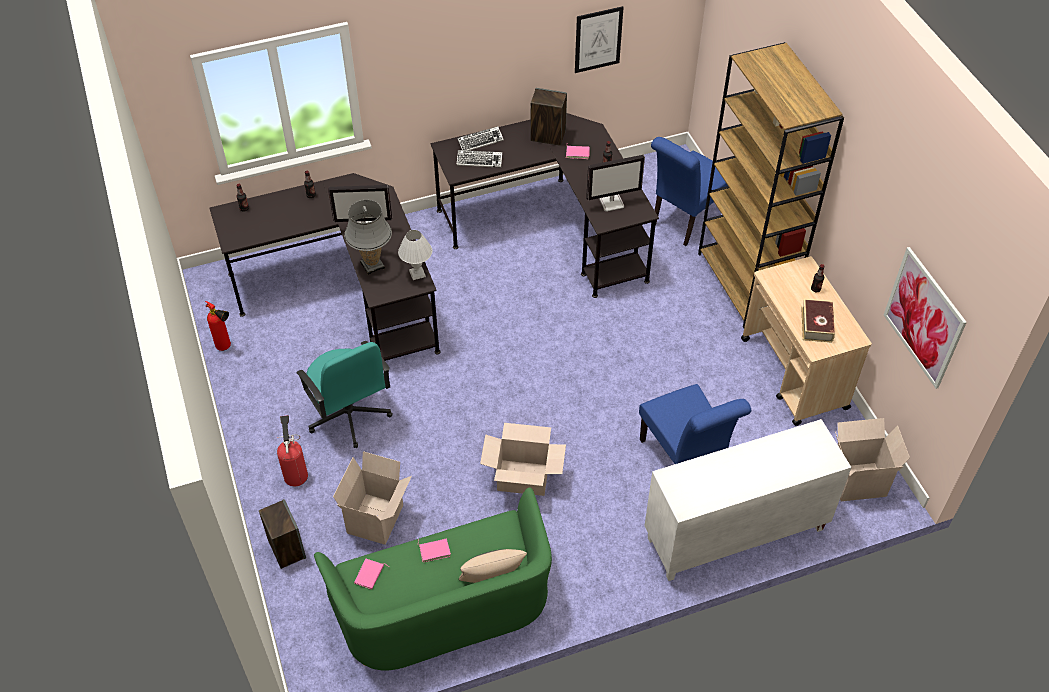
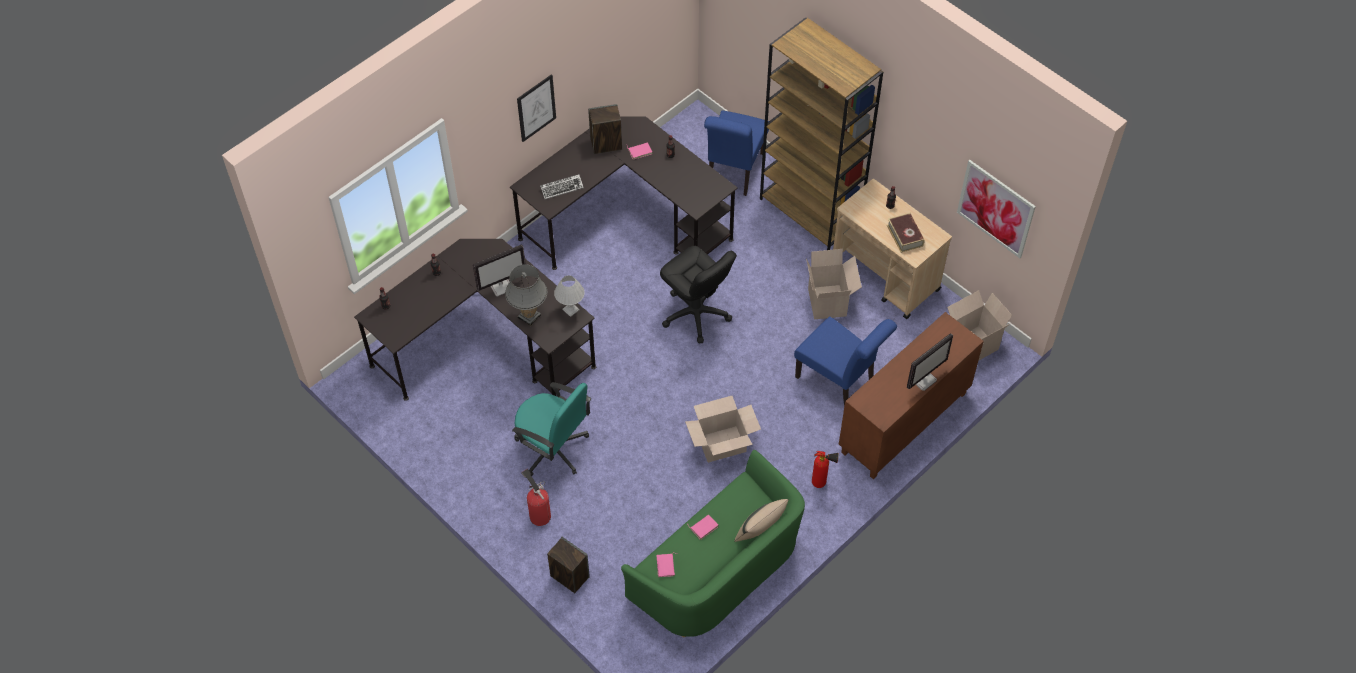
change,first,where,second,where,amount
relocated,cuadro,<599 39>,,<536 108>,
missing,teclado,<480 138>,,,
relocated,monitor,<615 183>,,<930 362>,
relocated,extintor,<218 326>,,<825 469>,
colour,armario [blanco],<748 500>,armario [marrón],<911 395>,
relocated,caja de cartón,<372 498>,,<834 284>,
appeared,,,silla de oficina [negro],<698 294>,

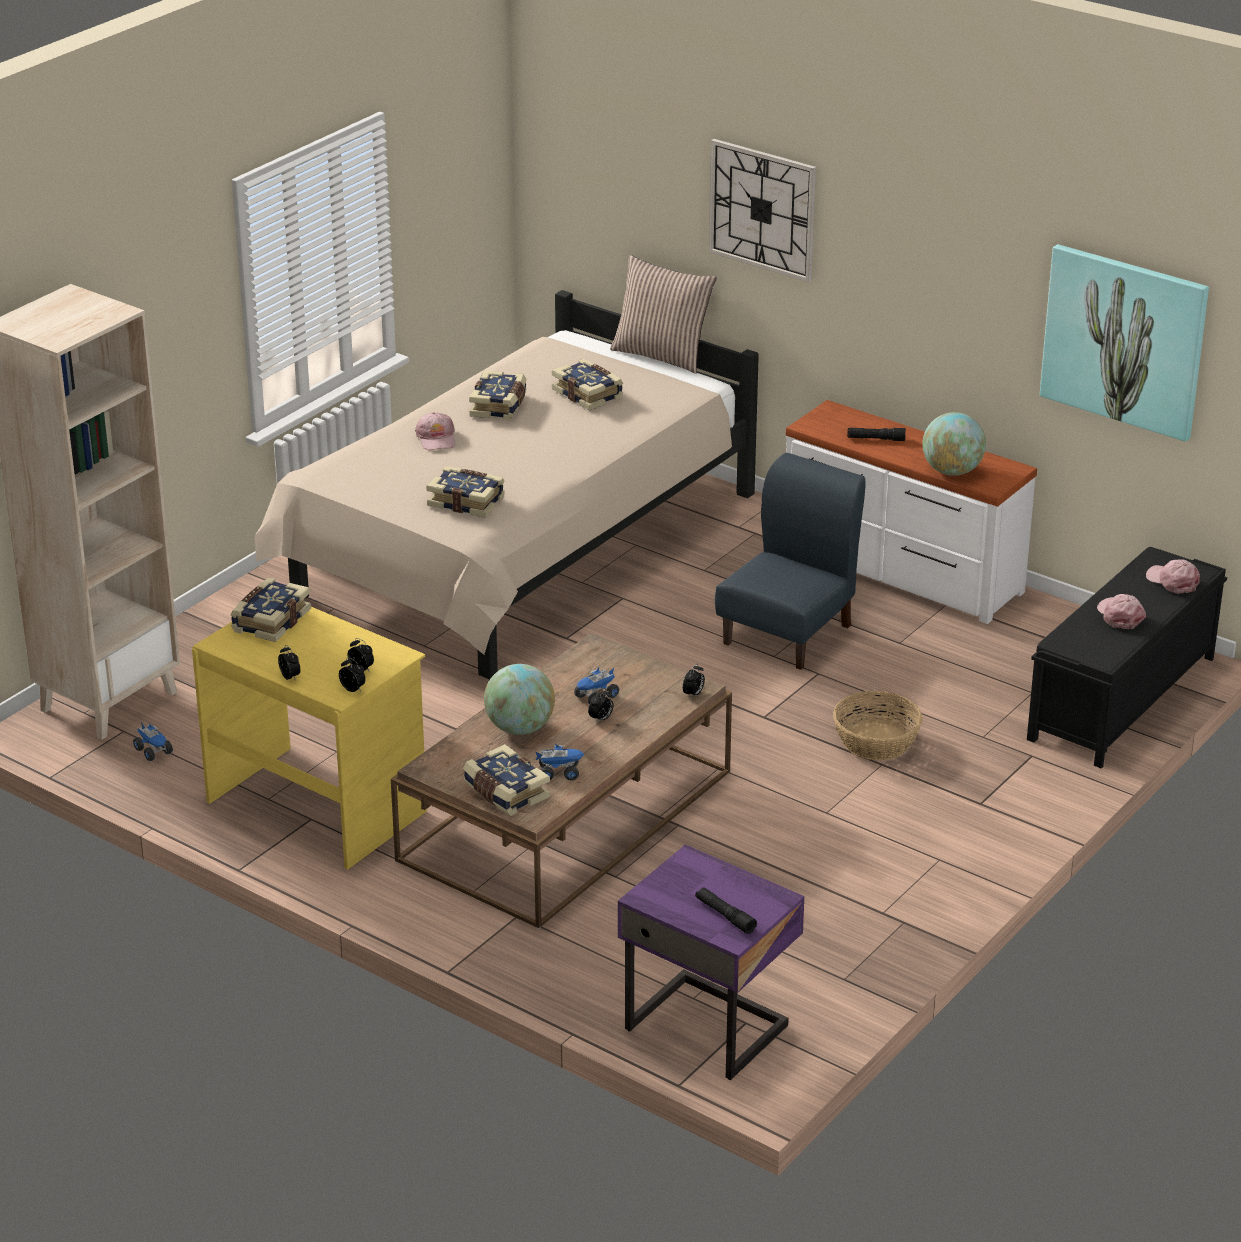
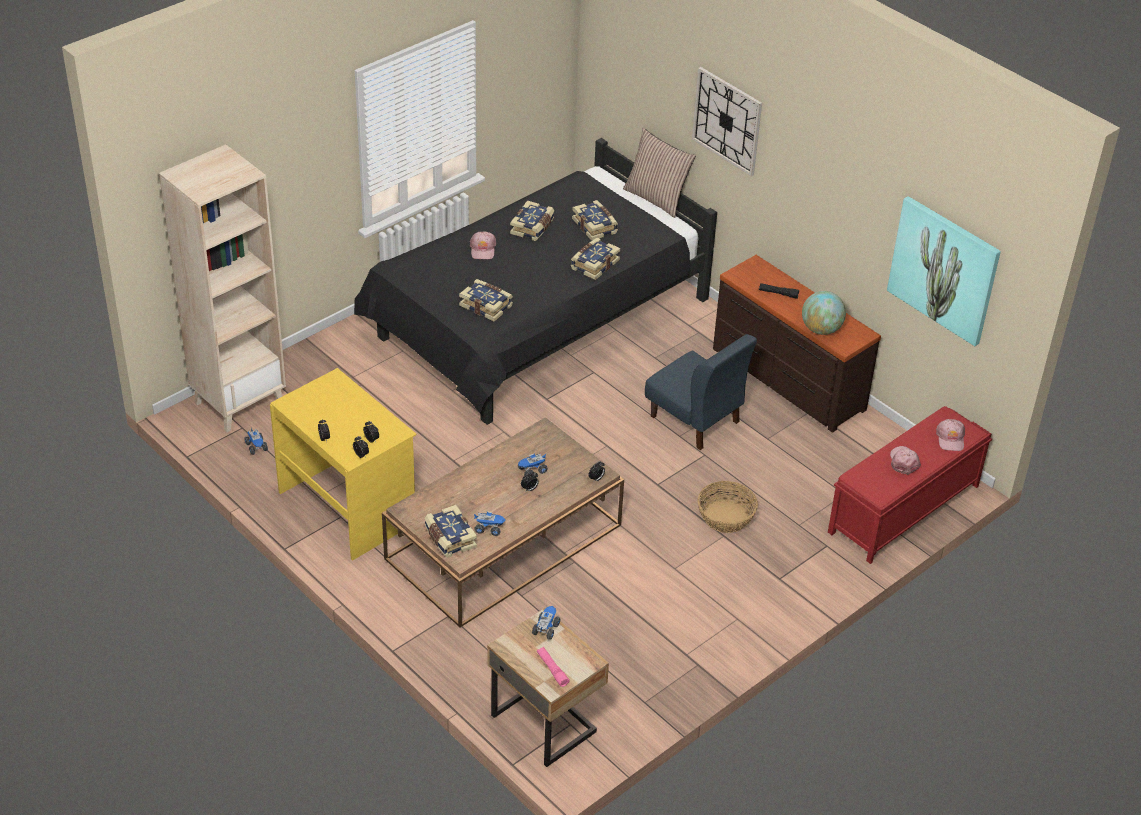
change,first,where,second,where,amount
colour,cama [beis],<507 484>,cama [negro],<535 281>,
colour,cómoda [blanco],<911 512>,cómoda [marrón],<797 344>,
spun,silla [azul],<790 561>,,<701 392>,90 degrees clockwise
colour,banco [negro],<1127 657>,banco [rojo],<910 485>,
spun,gorra [rosa],<1173 577>,,<950 435>,150 degrees counterclockwise
relocated,libro,<270 610>,,<595 259>,
missing,globo terráqueo,<519 699>,,,
colour,mesita de noche [morado],<711 962>,mesita de noche [beis],<548 687>,
colour,linterna [negro],<726 910>,linterna [rosa],<553 667>,
appeared,,,camión de juguete,<546 623>,

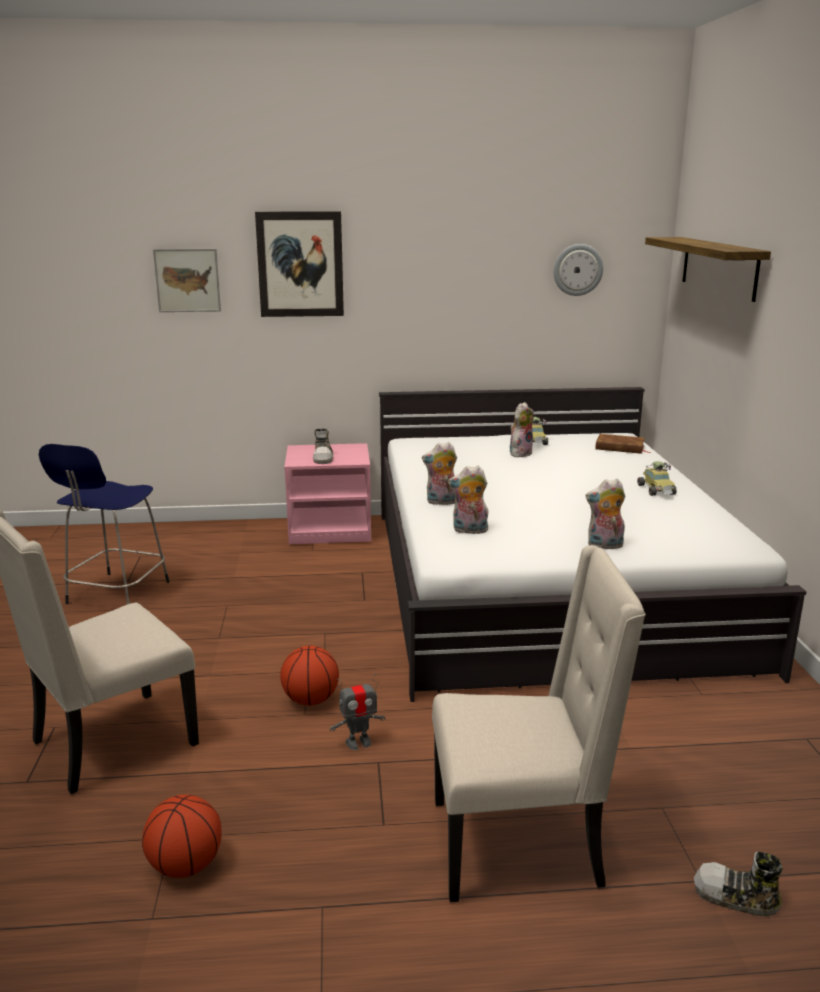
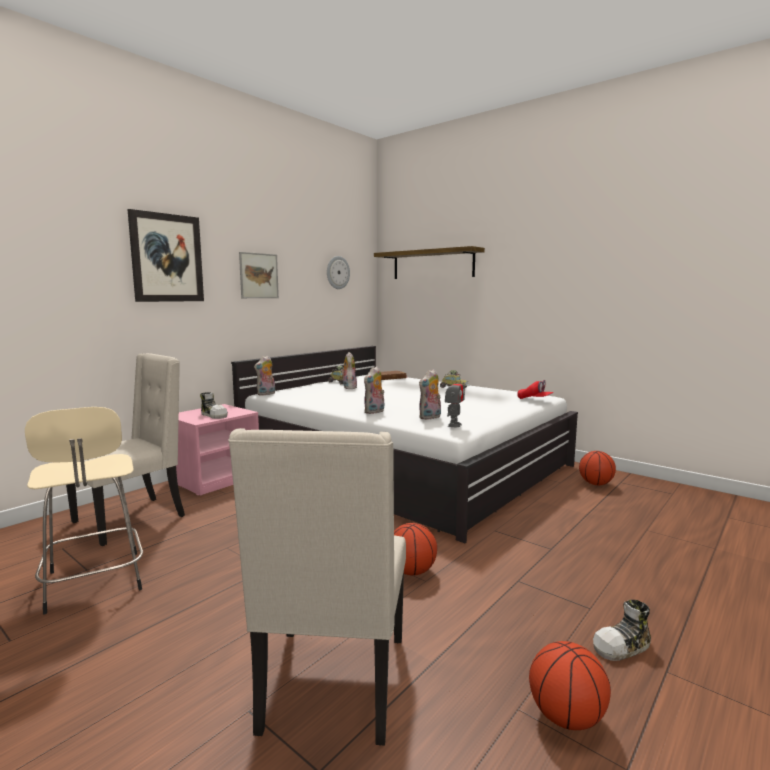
change,first,where,second,where,amount
relocated,cuadro,<187 280>,,<259 275>,
colour,taburete [azul],<104 524>,taburete [beis],<84 510>,
relocated,peluche,<605 514>,,<264 375>,
relocated,silla [beis],<539 723>,,<125 449>,
relocated,robot de juguete,<358 711>,,<455 402>,
relocated,zapato,<738 884>,,<622 630>,
appeared,,,gorra [rojo],<535 389>,
appeared,,,balón de baloncesto,<597 468>,

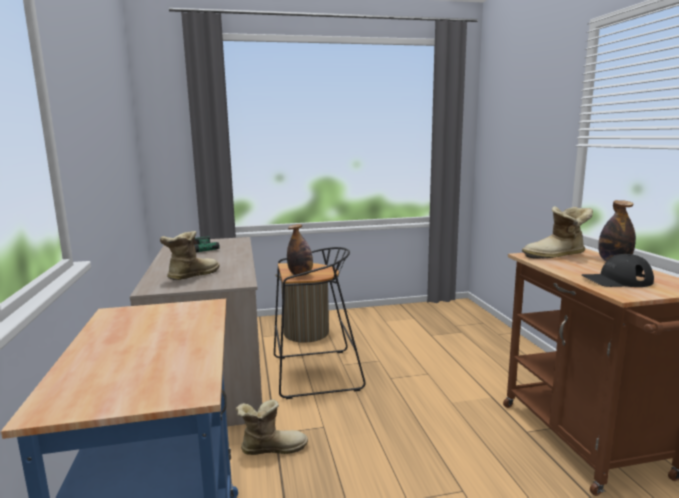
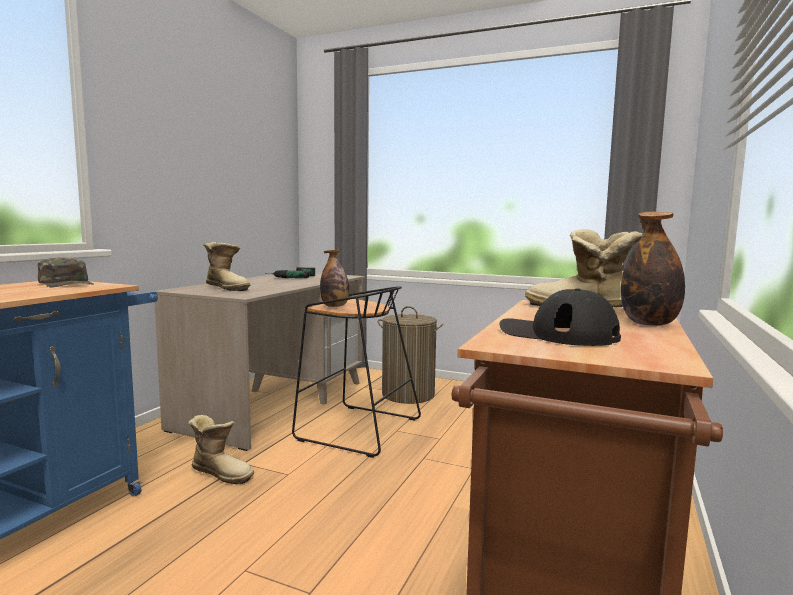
change,first,where,second,where,amount
spun,bota,<190 255>,,<226 266>,60 degrees clockwise
appeared,,,gorra [verde],<66 272>,

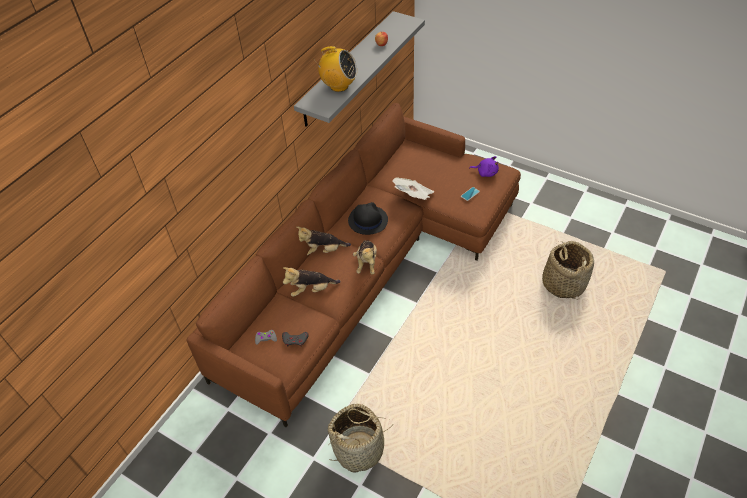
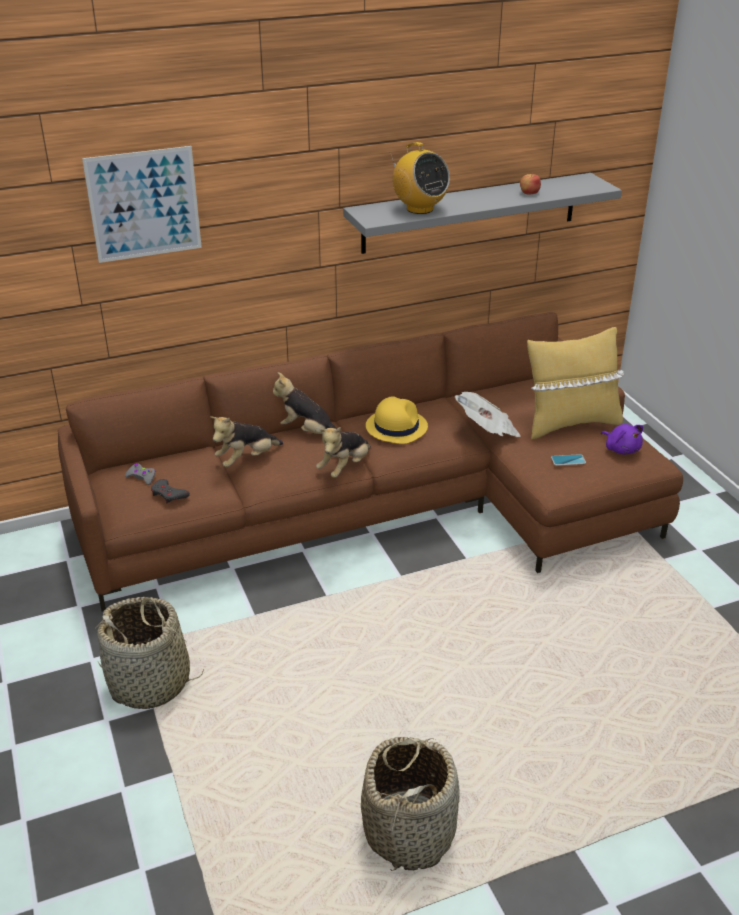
change,first,where,second,where,amount
colour,sombrero [negro],<368 218>,sombrero [amarillo],<397 420>,
relocated,cesta,<568 270>,,<410 804>,
spun,peluche,<312 282>,,<246 441>,60 degrees counterclockwise
appeared,,,cuadro,<142 204>,
appeared,,,cojín [amarillo],<575 383>,

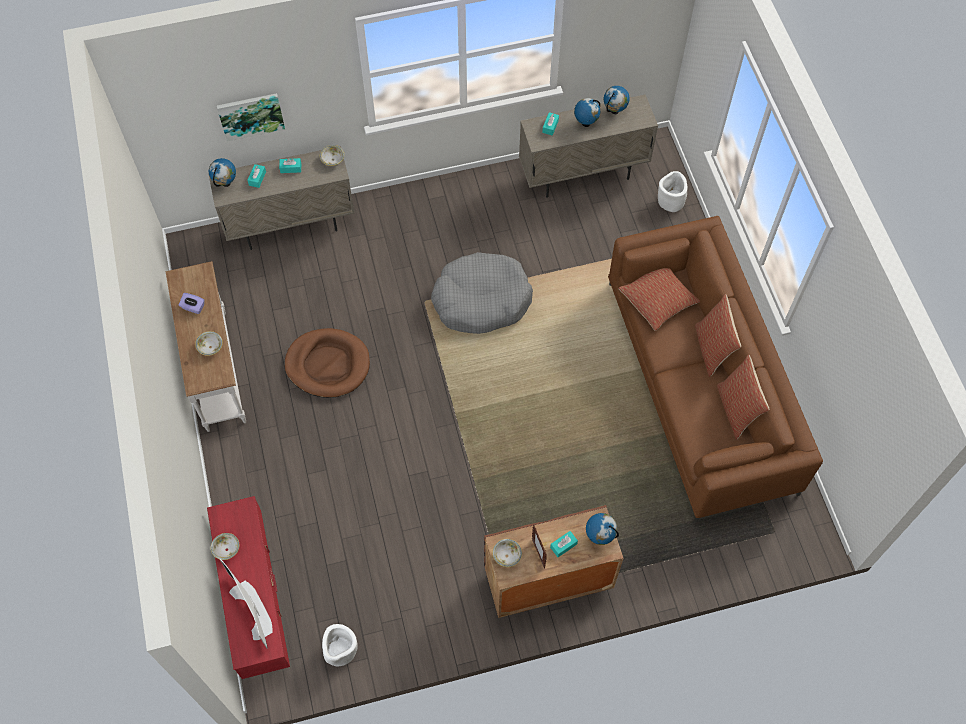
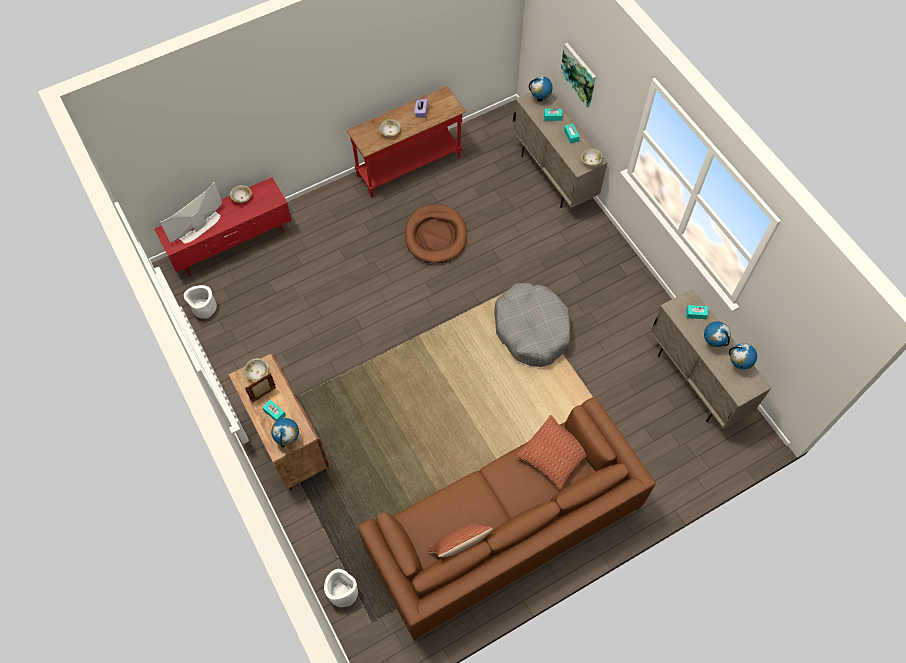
change,first,where,second,where,amount
relocated,maceta [blanco],<673 191>,,<341 588>,
colour,mesa consola [blanco],<206 346>,mesa consola [rojo],<406 142>,
missing,cojín,<718 335>,,,

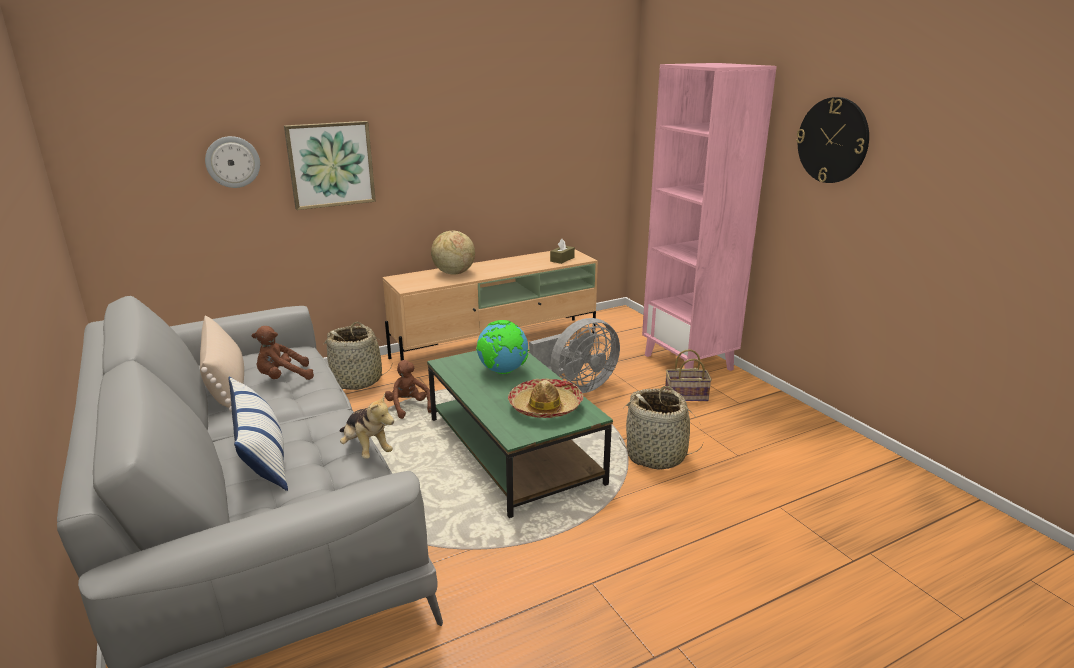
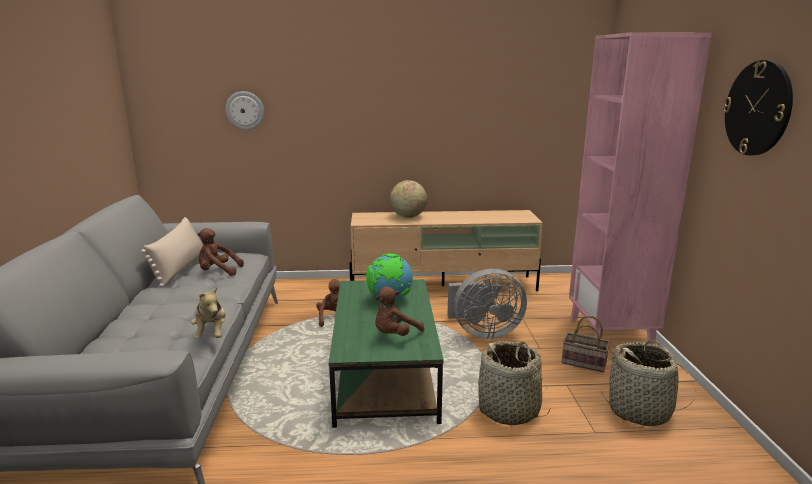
change,first,where,second,where,amount
missing,cuadro,<330 165>,,,
missing,caja de pañuelos [marrón],<562 251>,,,
relocated,cesta,<357 356>,,<647 383>,
missing,cojín,<258 434>,,,
exchanged,sombrero,<545 398>,peluche [marrón],<399 311>,

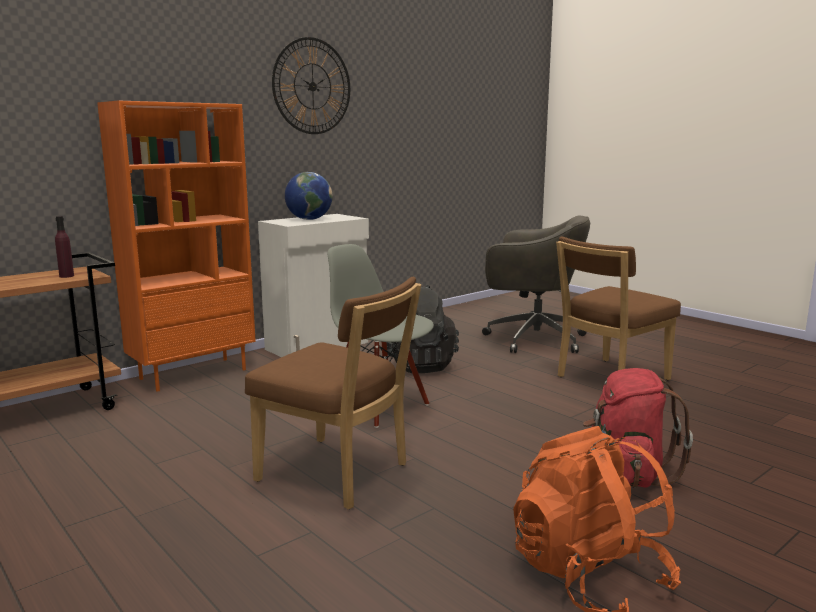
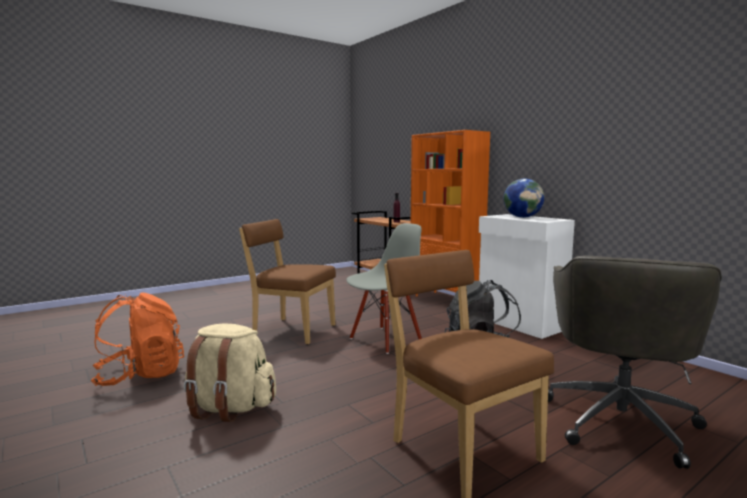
change,first,where,second,where,amount
missing,reloj de pared,<311 85>,,,
spun,silla [marrón],<333 393>,,<287 282>,75 degrees clockwise
colour,mochila [rojo],<638 428>,mochila [beis],<230 372>,

